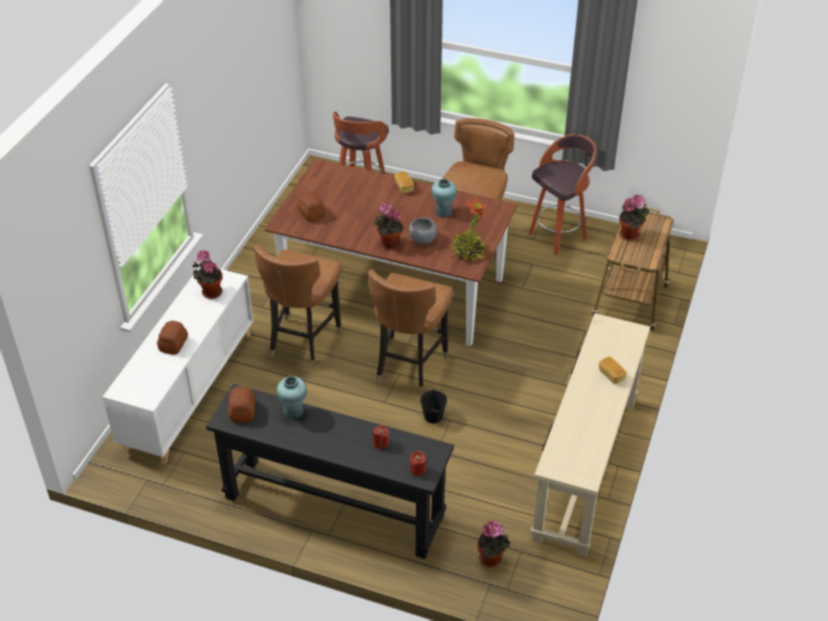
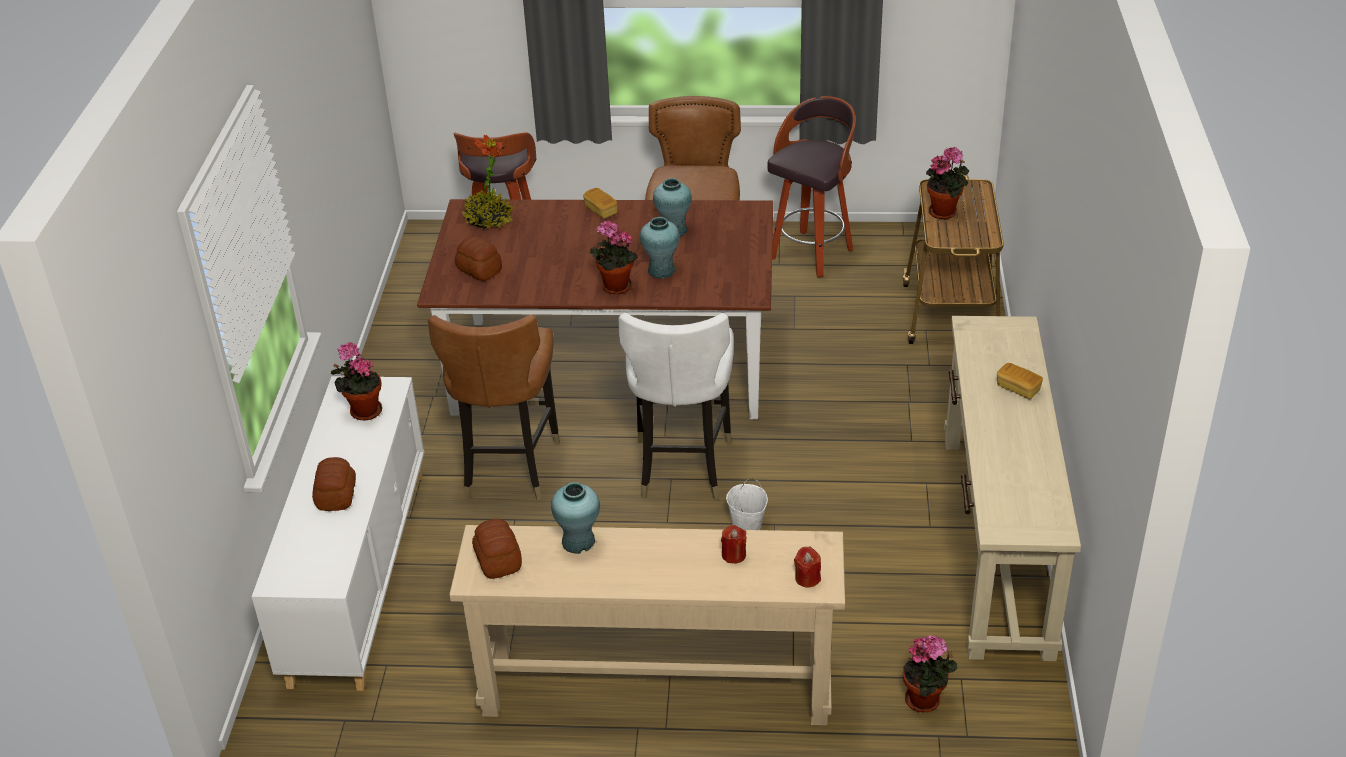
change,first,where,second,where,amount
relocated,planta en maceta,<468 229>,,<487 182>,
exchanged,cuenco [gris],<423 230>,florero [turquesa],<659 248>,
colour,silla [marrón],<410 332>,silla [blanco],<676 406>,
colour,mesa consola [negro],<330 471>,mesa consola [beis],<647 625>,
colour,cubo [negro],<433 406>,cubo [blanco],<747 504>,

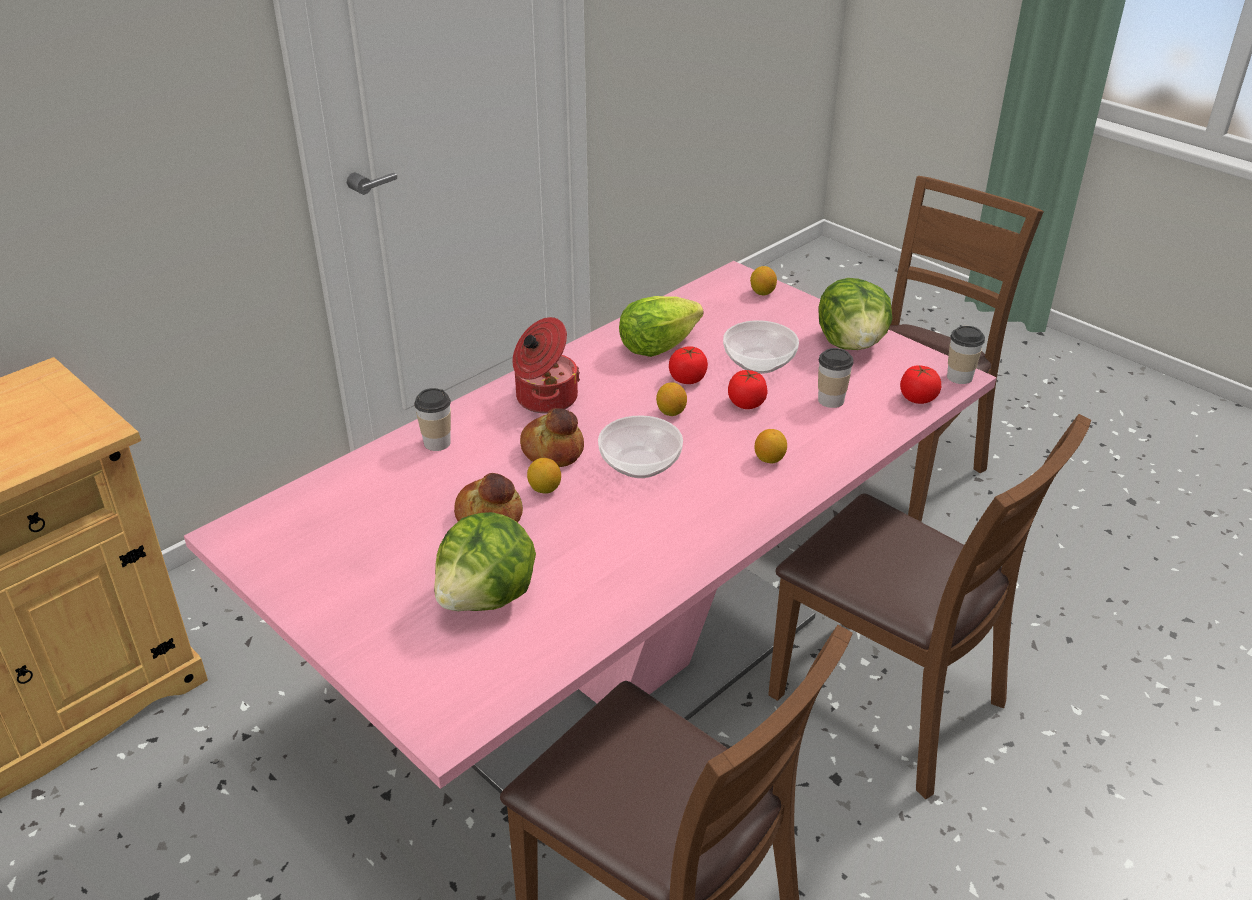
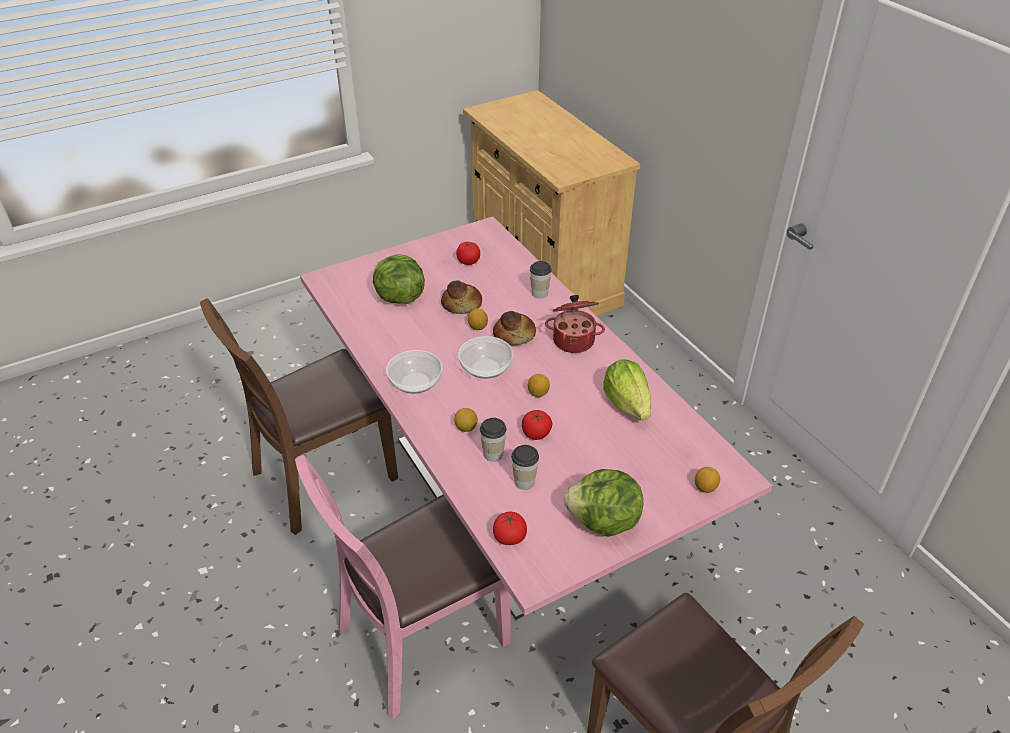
change,first,where,second,where,amount
relocated,cuenco,<761 347>,,<414 372>,
relocated,taza,<966 355>,,<493 440>,
relocated,tomate,<688 365>,,<468 253>,
colour,silla [marrón],<929 606>,silla [rosa],<403 587>,

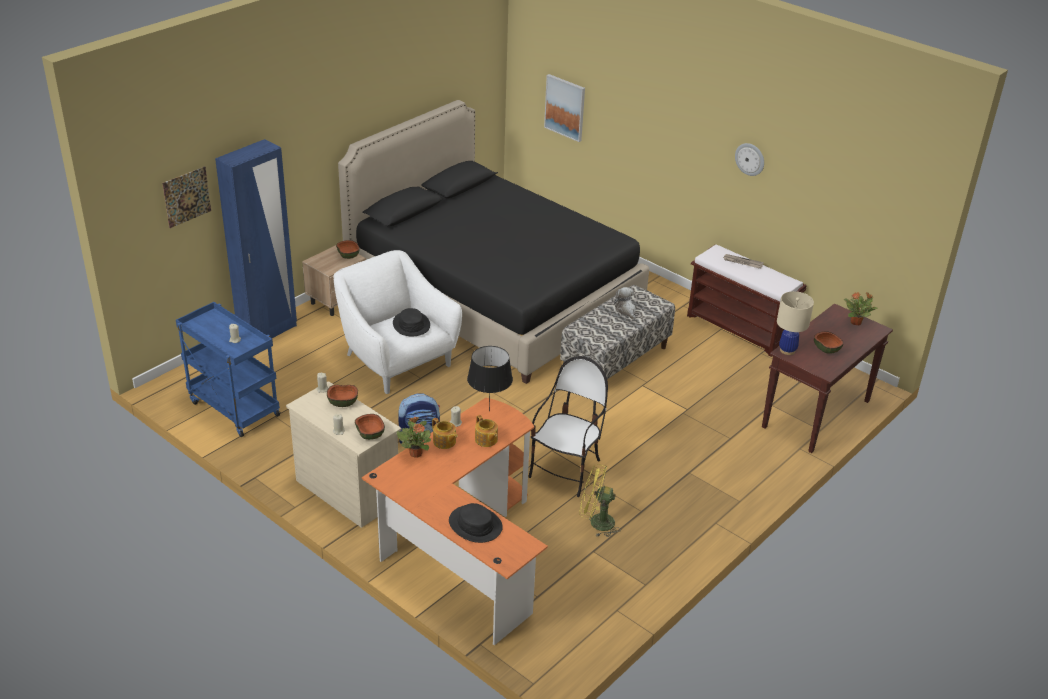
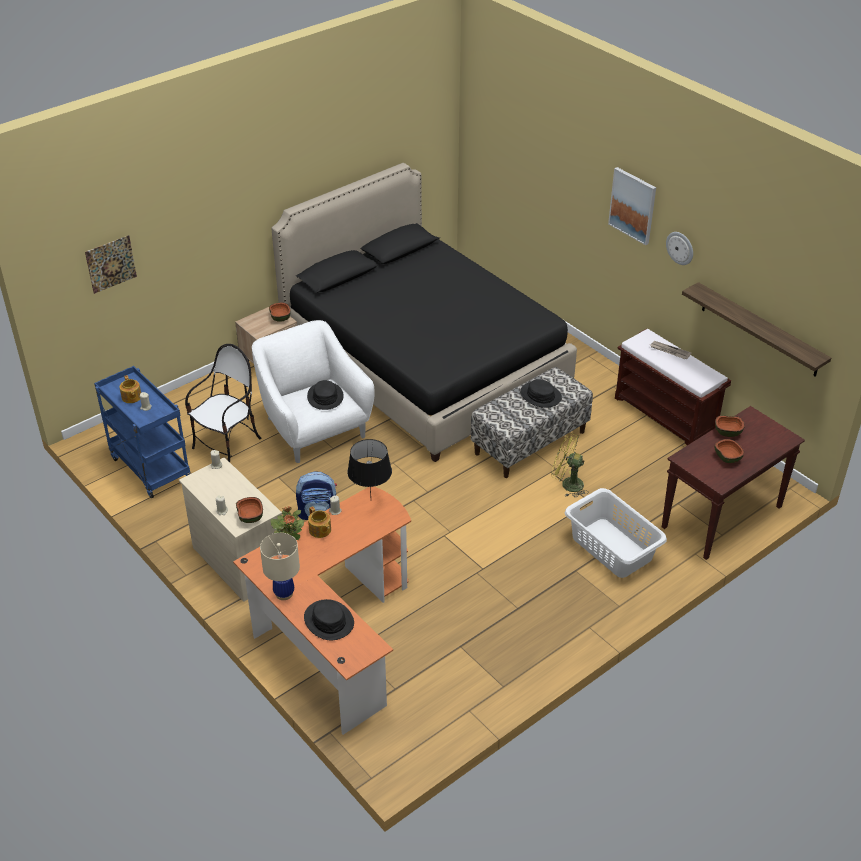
change,first,where,second,where,amount
relocated,cuadro,<564 108>,,<632 206>,
missing,armario ropero [azul],<256 238>,,,
exchanged,peluche,<625 303>,sombrero [negro],<541 393>,
relocated,lámpara de mesa [beis],<795 323>,,<280 566>,
missing,planta en maceta,<860 308>,,,
relocated,silla,<568 426>,,<223 403>,
relocated,cuenco,<342 396>,,<730 426>,
relocated,tetera,<486 431>,,<130 389>,
relocated,ventilador [amarillo],<600 500>,,<569 465>,
appeared,,,estante,<756 329>,
appeared,,,cesto de la ropa [blanco],<616 533>,

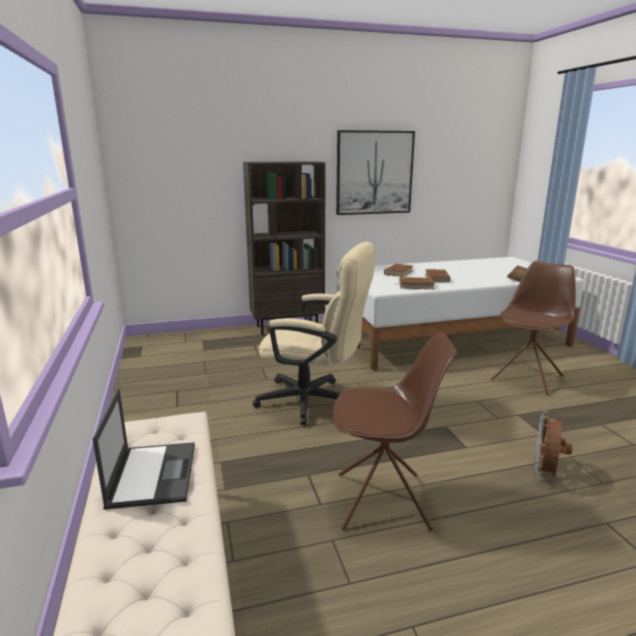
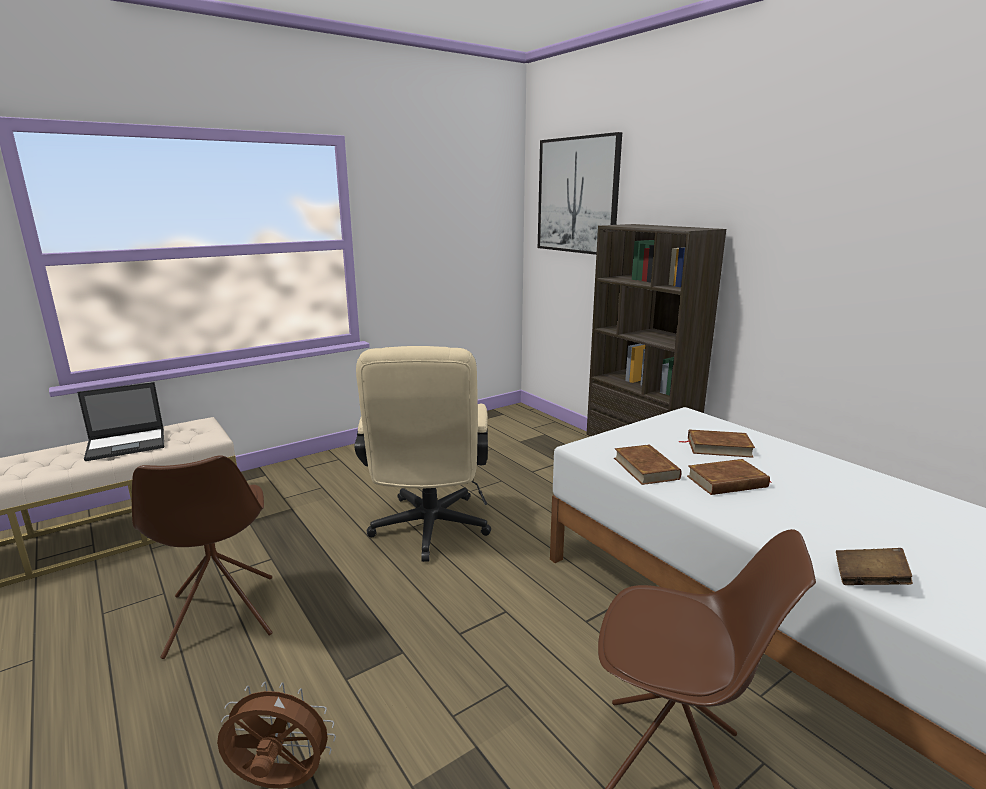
change,first,where,second,where,amount
relocated,cuadro,<375 172>,,<580 193>,

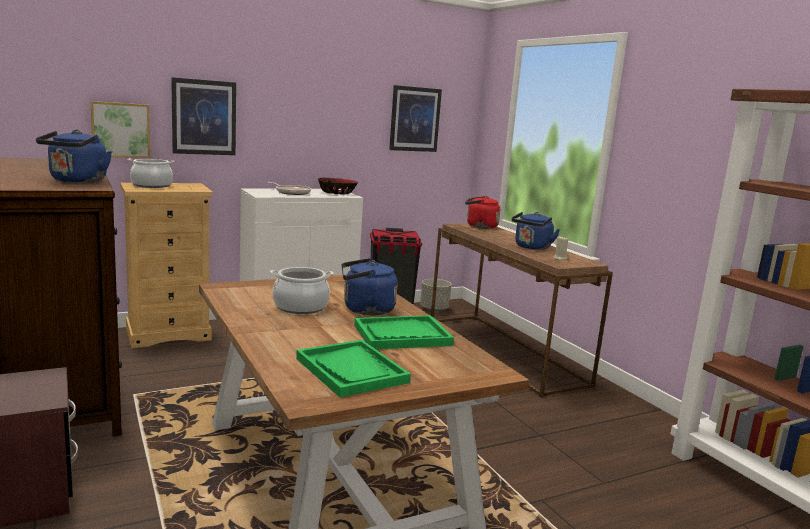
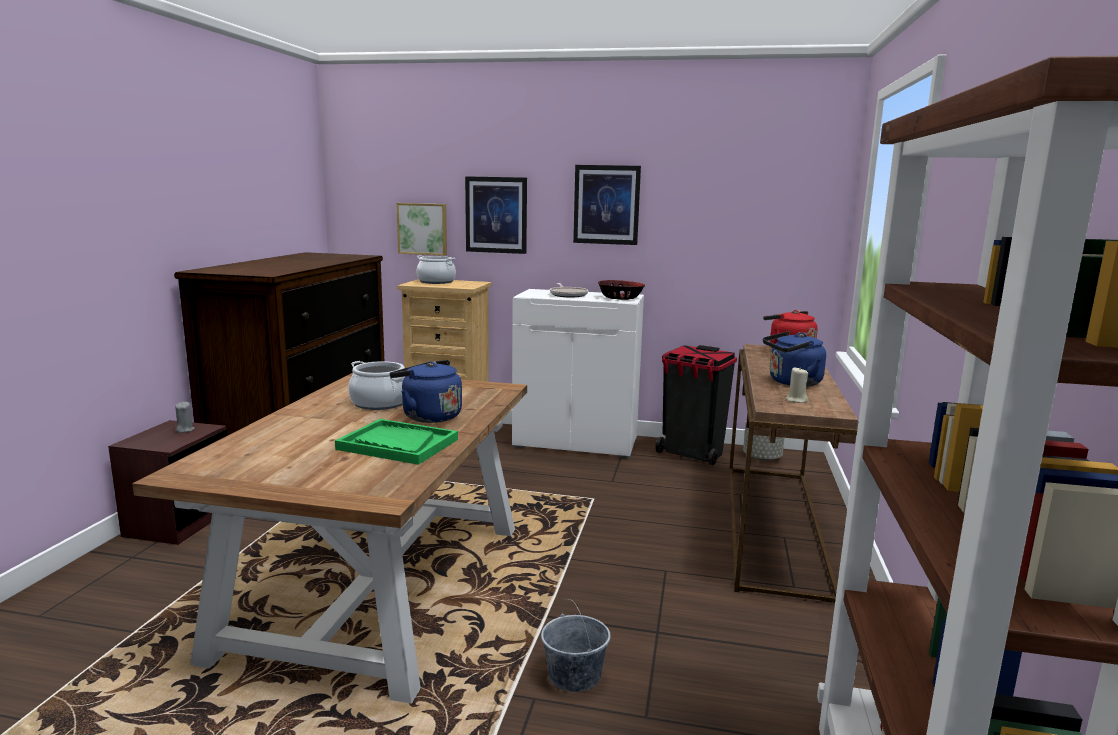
change,first,where,second,where,amount
relocated,cuadro,<415 118>,,<607 205>,
missing,hervidor [azul],<74 156>,,,
missing,bandeja [verde],<353 368>,,,
appeared,,,vela [gris],<185 417>,
appeared,,,cubo [gris],<576 645>,

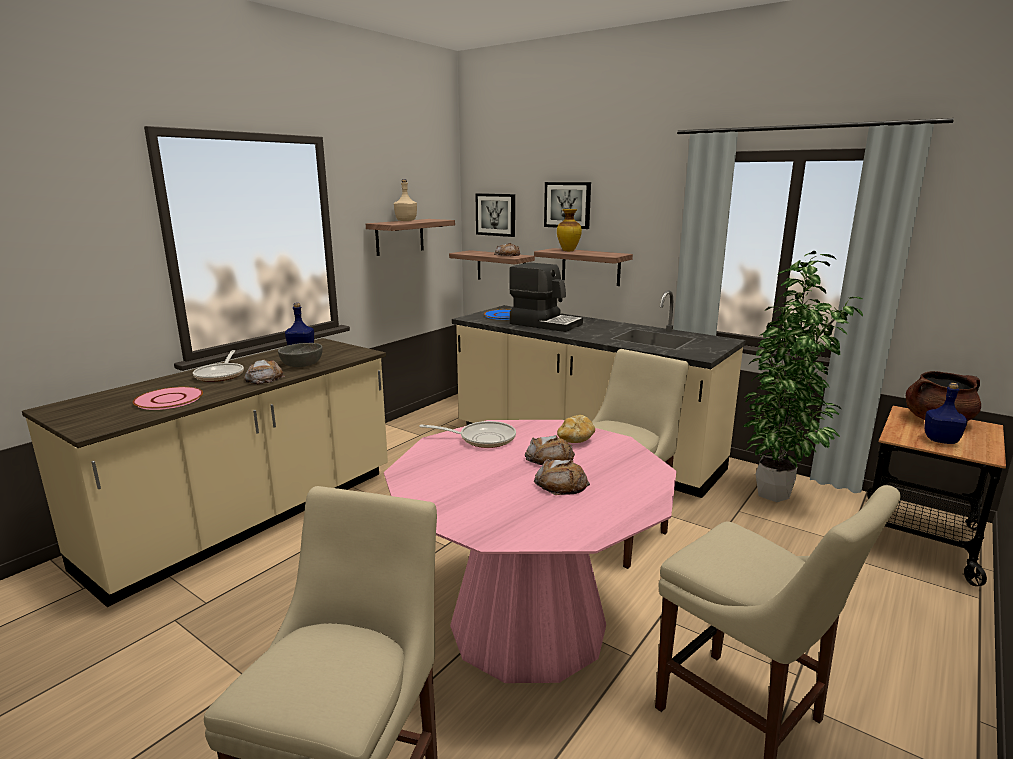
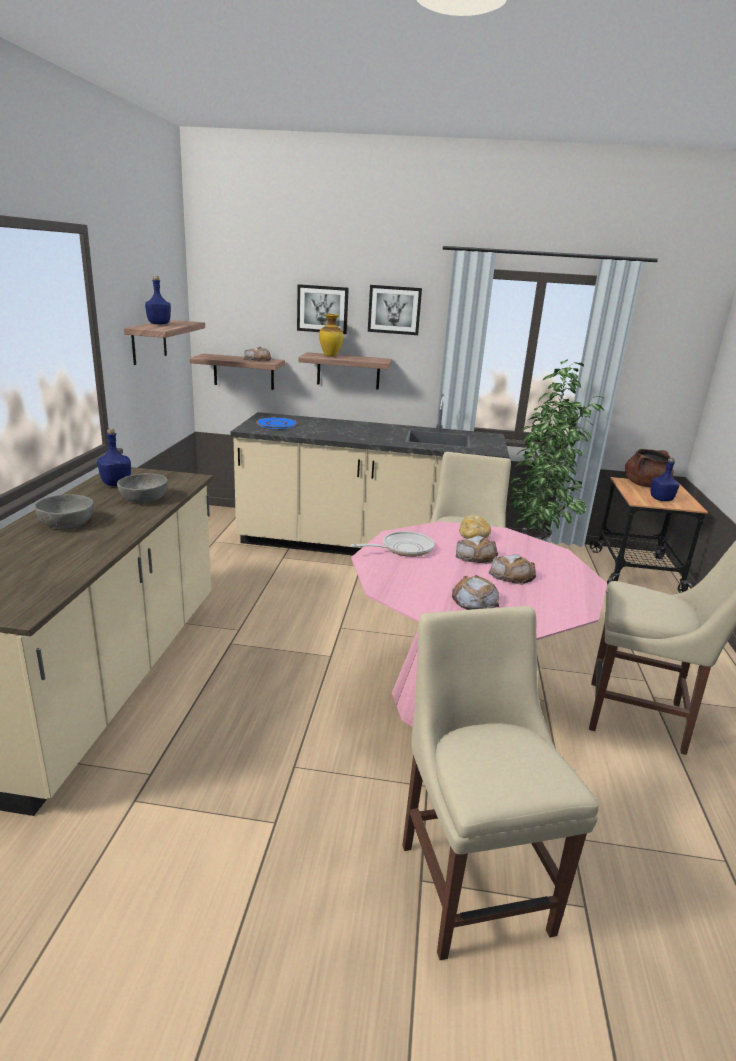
change,first,where,second,where,amount
colour,botella [beis],<405 200>,botella [azul],<158 300>,
relocated,cuadro,<495 215>,,<395 310>,
missing,cafetera,<546 297>,,,
exchanged,sartén,<218 366>,cuenco [gris],<64 511>,
relocated,pan,<264 372>,,<475 592>,
missing,plato [rosa],<168 398>,,,

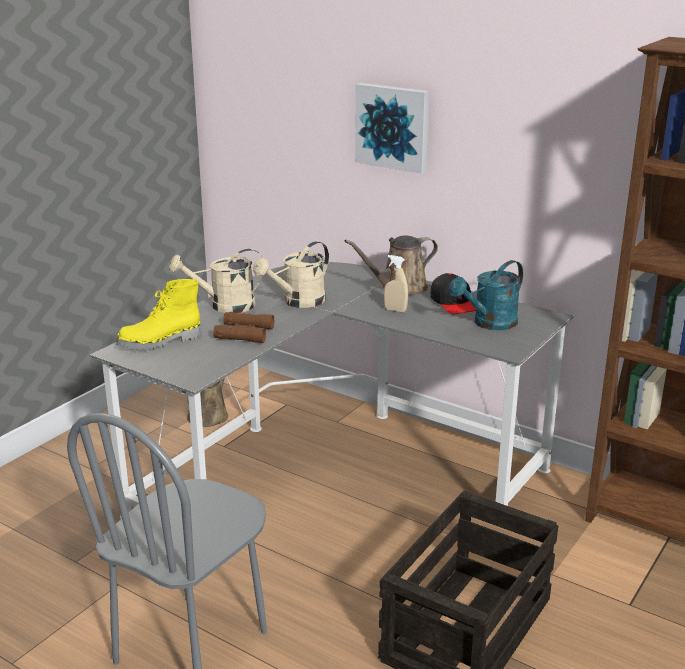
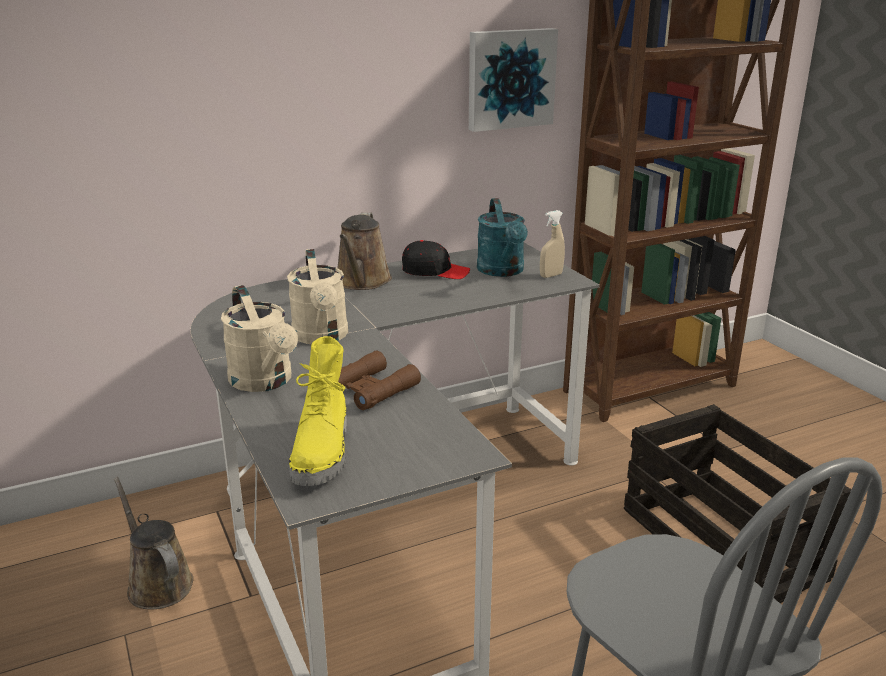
change,first,where,second,where,amount
relocated,cuadro,<392 128>,,<513 80>,
spun,regadera [beis],<216 281>,,<259 338>,45 degrees counterclockwise
relocated,pulverizador [beis],<396 283>,,<552 244>,

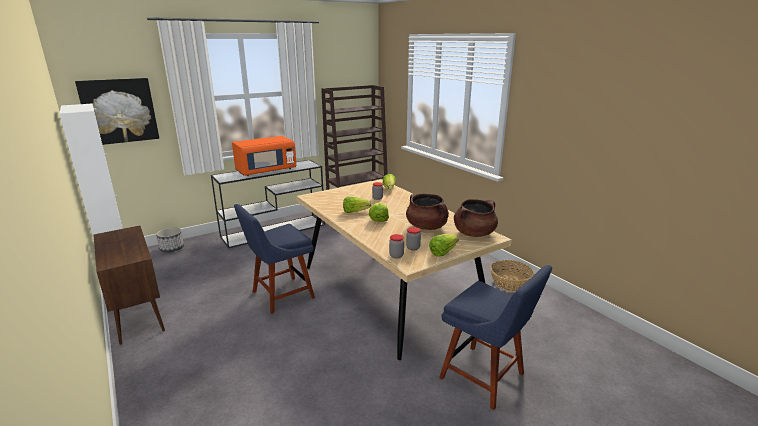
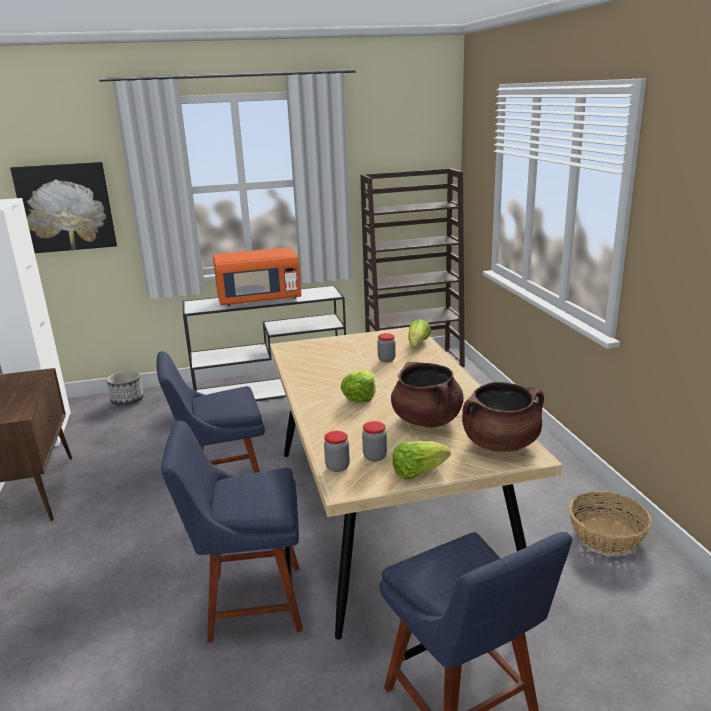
change,first,where,second,where,amount
missing,lechuga,<357 204>,,,
appeared,,,silla [azul],<232 531>,

